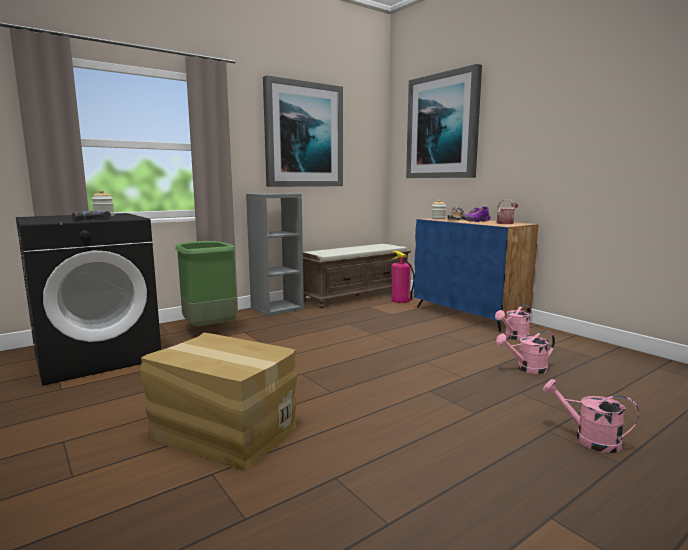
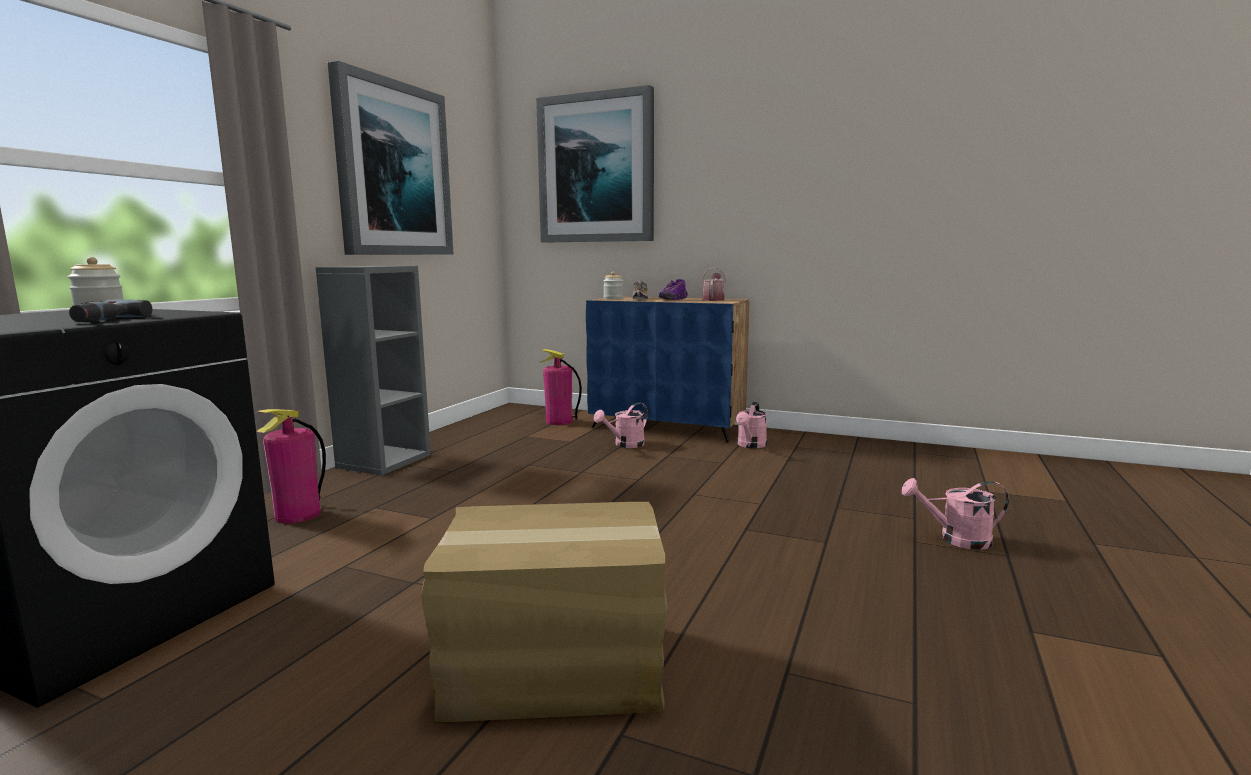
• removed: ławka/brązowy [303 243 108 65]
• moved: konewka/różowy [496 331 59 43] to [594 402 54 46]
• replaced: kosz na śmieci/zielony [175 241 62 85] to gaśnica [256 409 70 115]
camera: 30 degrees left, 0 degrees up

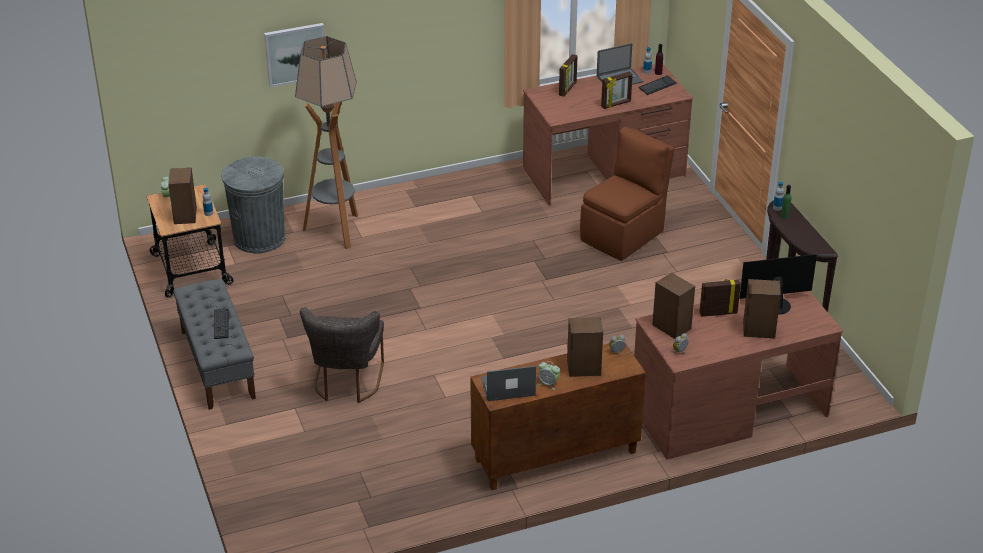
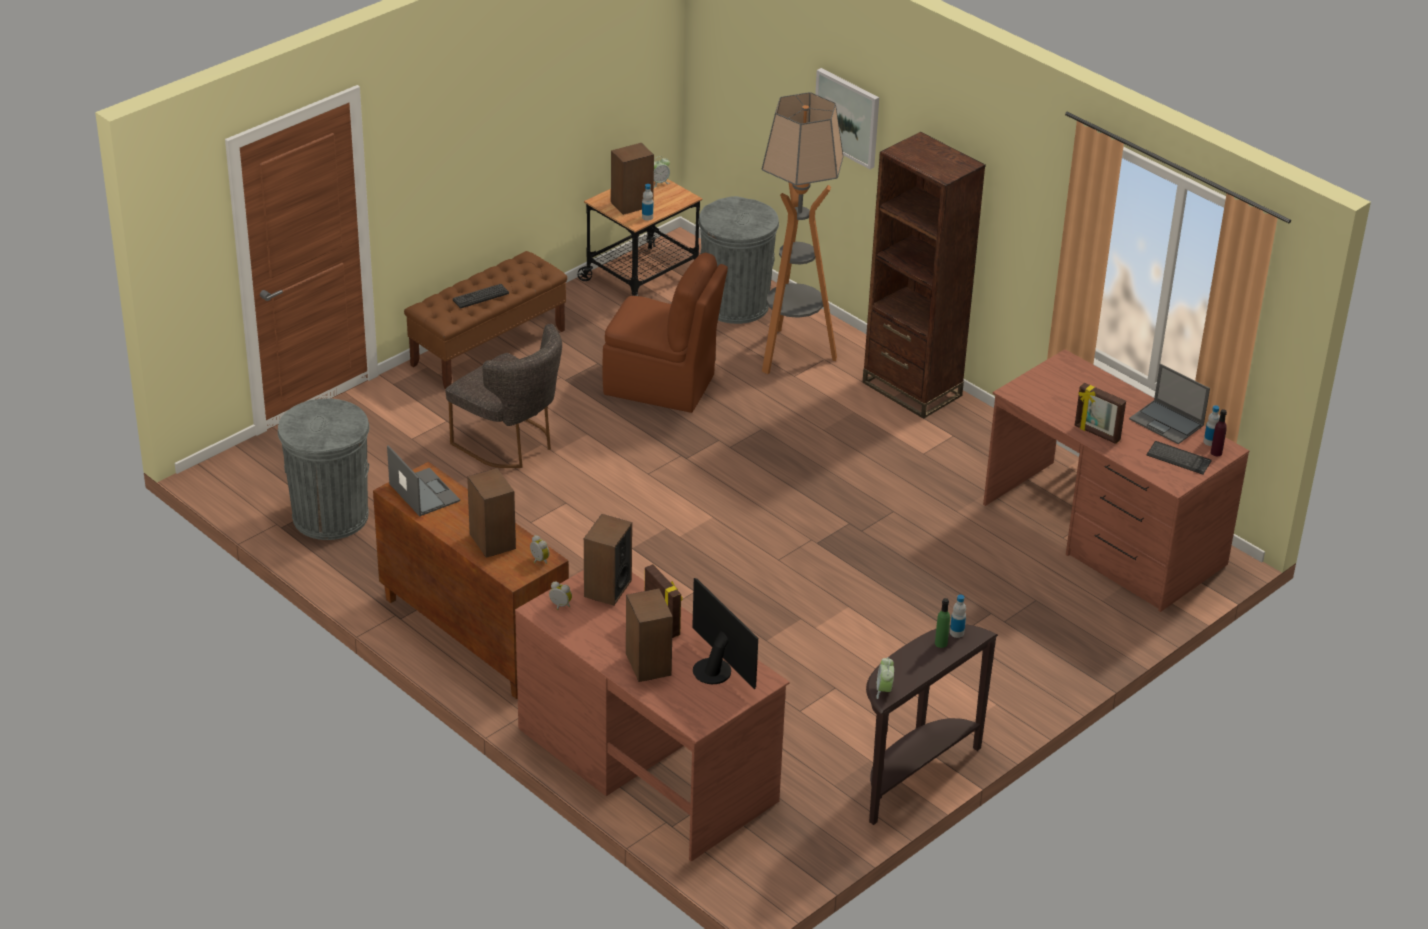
• removed: ramka na zdjęcie [559 54 18 43]
• added: kosz na śmieci/szary [278 398 91 142]
• added: regał/brązowy [862 132 124 287]
• moved: budzik [538 361 22 29] to [876 657 18 42]
• moved: krzesło/brązowy [580 127 94 134] to [602 253 126 160]
• recoloured: ławka/szary [173 279 83 131] to ławka/brązowy [404 251 164 138]
• turned: krzesło/szary [300 307 84 96] = [445 324 117 144] 120 degrees counterclockwise
camera: 65 degrees right, 0 degrees up

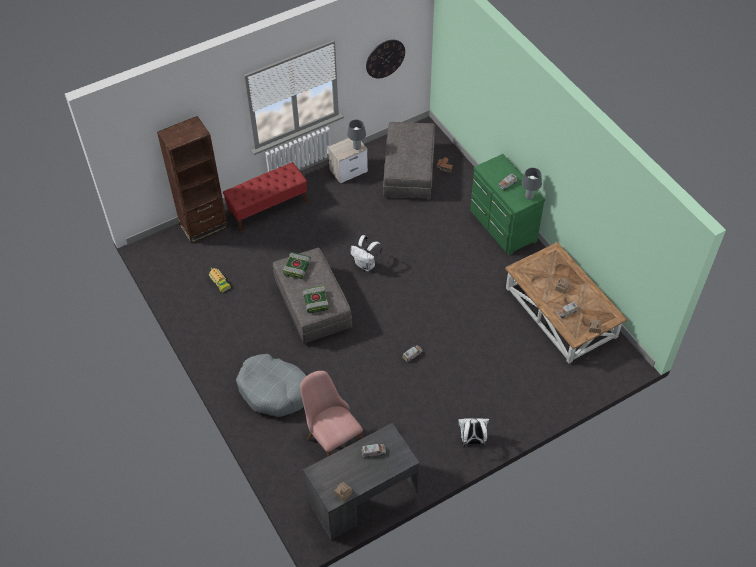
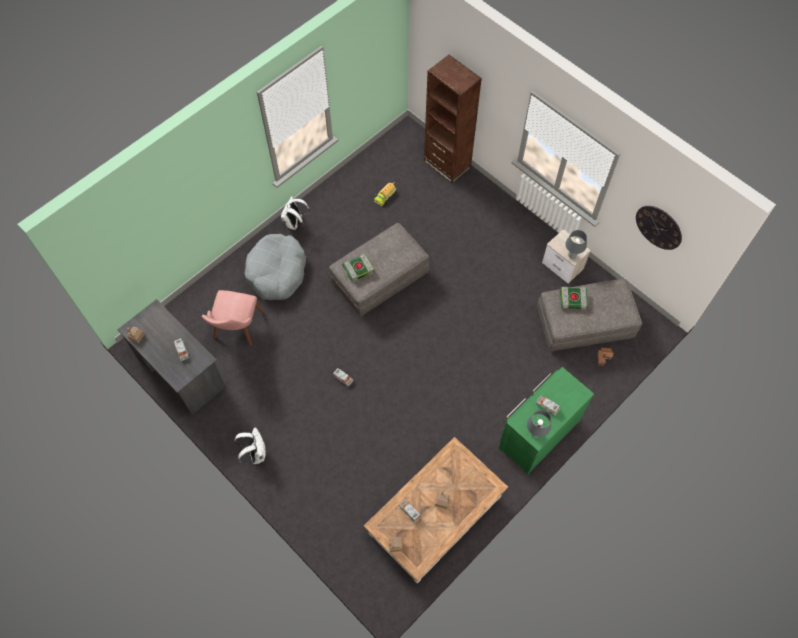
• removed: ławka/czerwony [223 162 84 70]
• moved: książka [283 252 28 27] to [560 287 28 22]
• moved: plecak/biały [350 235 32 36] to [281 196 29 34]
• turned: krzesło/różowy [300 371 63 86] = [201 290 63 56] 150 degrees clockwise
camera: 75 degrees right, 10 degrees up

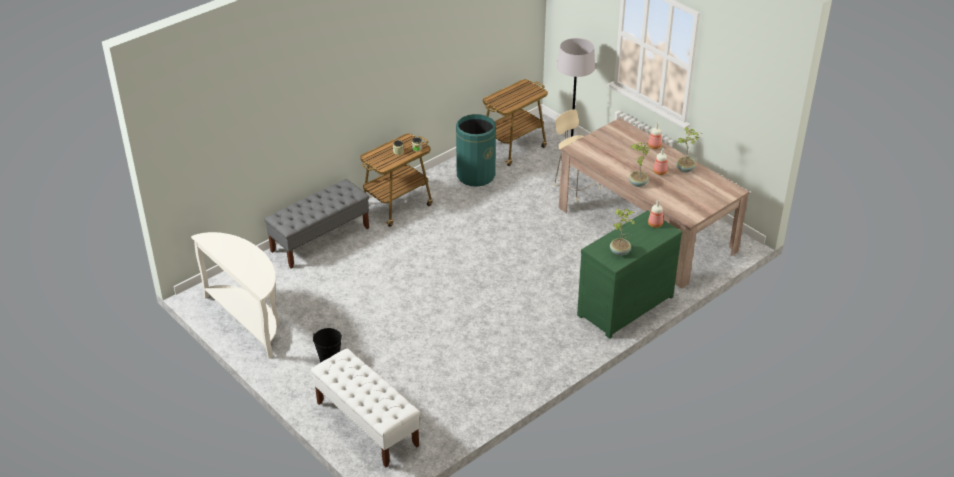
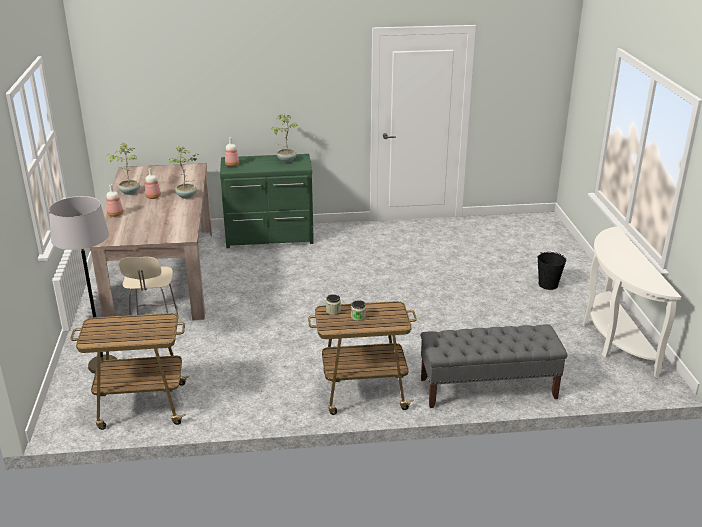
• removed: ławka/biały [311 348 109 119]
• removed: kosz na śmieci/zielony [456 114 40 73]
camera: 145 degrees left, 10 degrees down

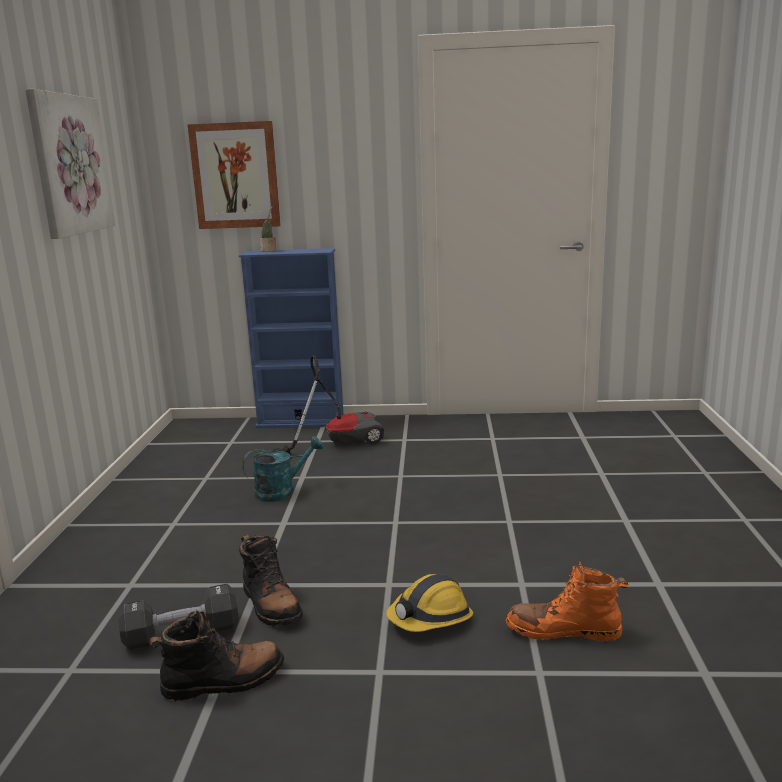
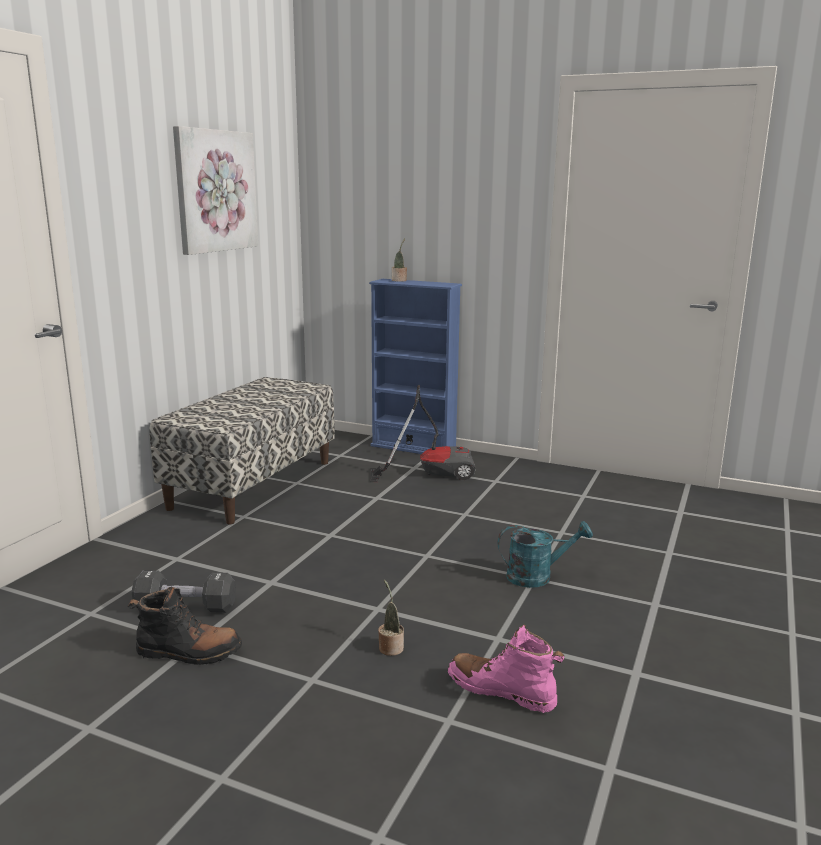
• removed: obraz [187 121 94 108]
• removed: but z cholewką/czarny [239 534 64 92]
• added: ławka [149 377 186 147]
• moved: konewka/turkusowy [242 436 81 66] to [498 521 95 67]
• replaced: kask [386 574 87 58] to roślina doniczkowa [378 580 26 76]
• recoloured: but z cholewką/pomarańczowy [505 561 124 80] to but z cholewką/różowy [448 625 117 88]
camera: 20 degrees right, 0 degrees up

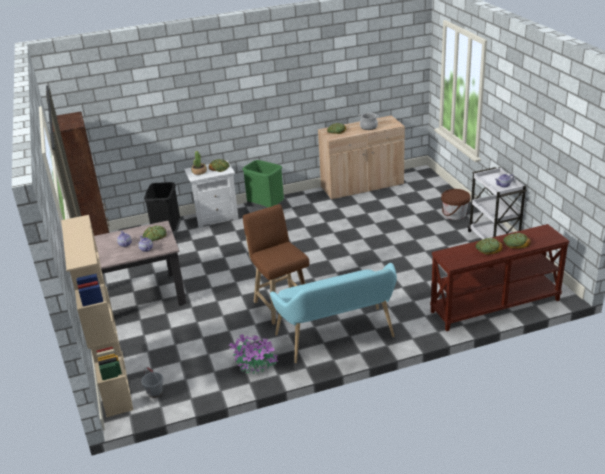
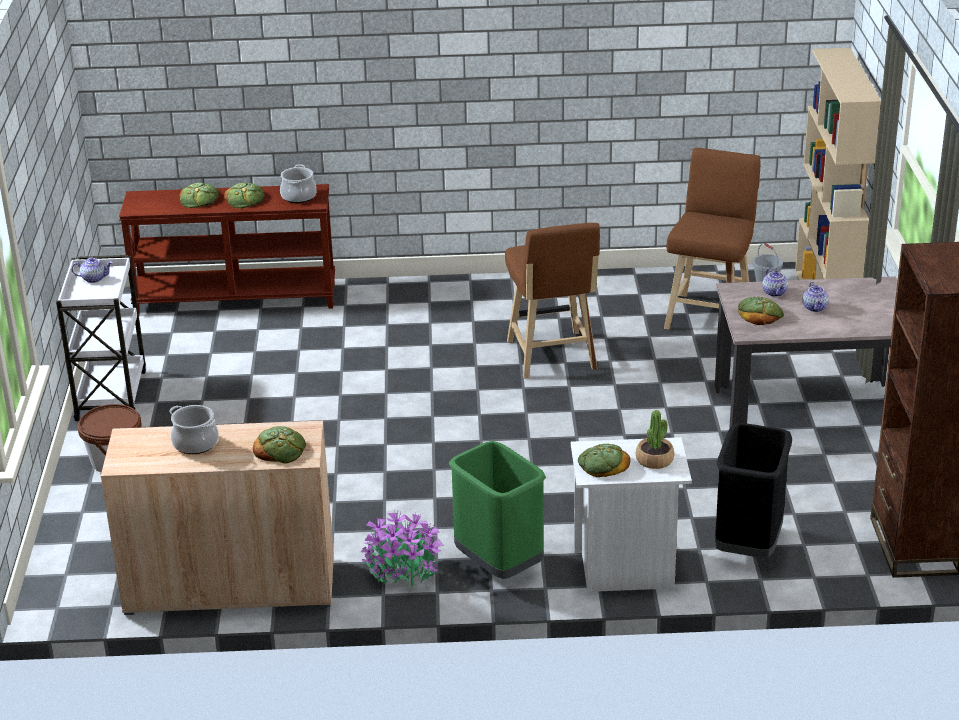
• removed: ławka/turkusowy [270 263 127 100]
• added: garnek [280 165 37 38]
• added: stołek/brązowy [664 148 96 192]
• moved: roślina doniczkowa [229 334 49 40] to [361 510 83 77]
camera: 165 degrees left, 0 degrees up

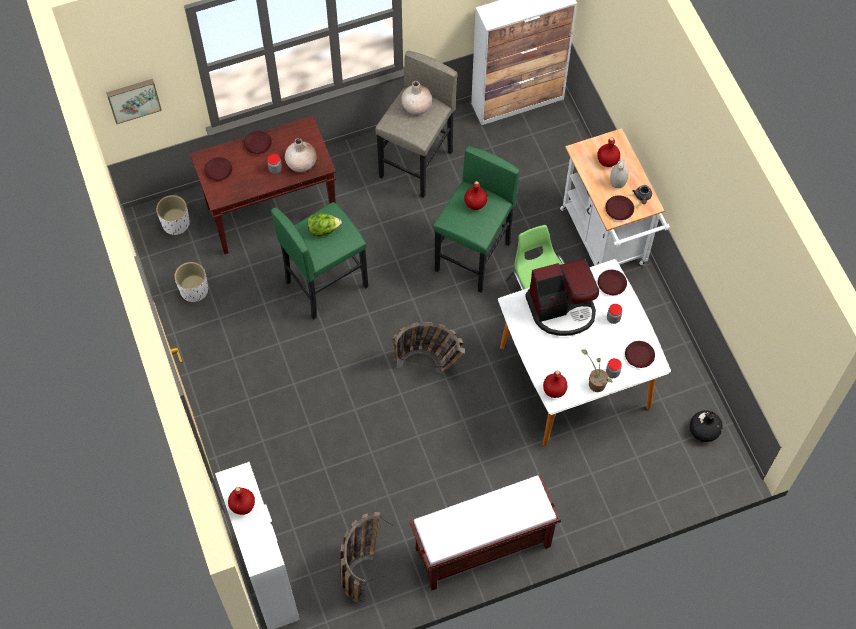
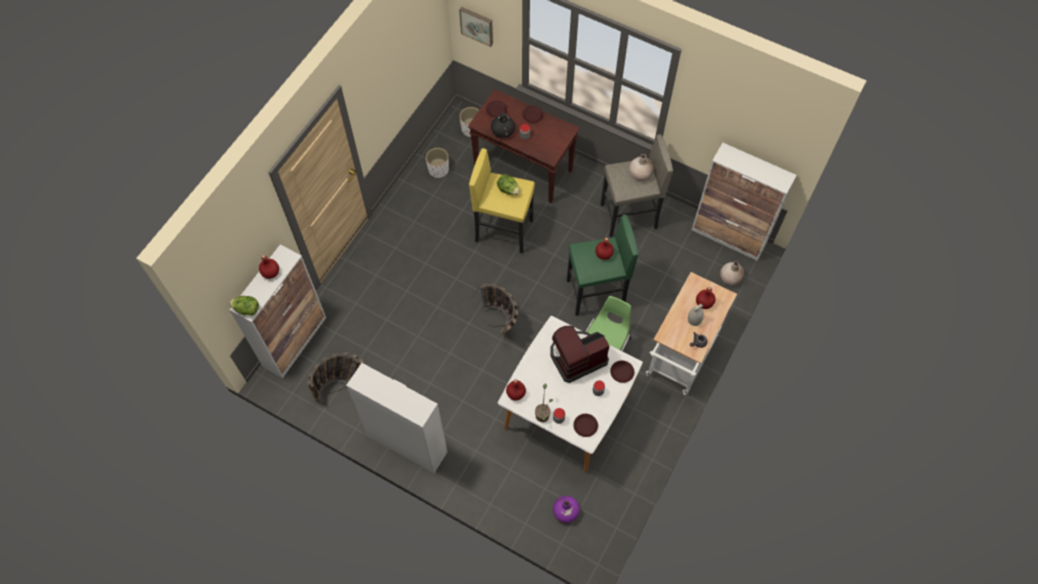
• removed: talerz/brązowy [605 195 29 25]
• added: sałata [229 296 30 20]
• added: wazon/fioletowy [553 496 27 27]
• moved: wazon/beżowy [285 138 31 34] to [720 261 25 25]
• moved: wazon/czarny [690 410 33 32] to [491 112 24 26]
• replaced: ławka/brązowy [409 474 152 117] to szafka [346 363 101 110]
• recoloured: stołek/zielony [271 202 97 118] to stołek/żółty [469 148 66 105]
• turned: ekspres do kawy [525 258 74 78] = [550 326 59 57] 120 degrees clockwise
camera: 50 degrees right, 0 degrees up

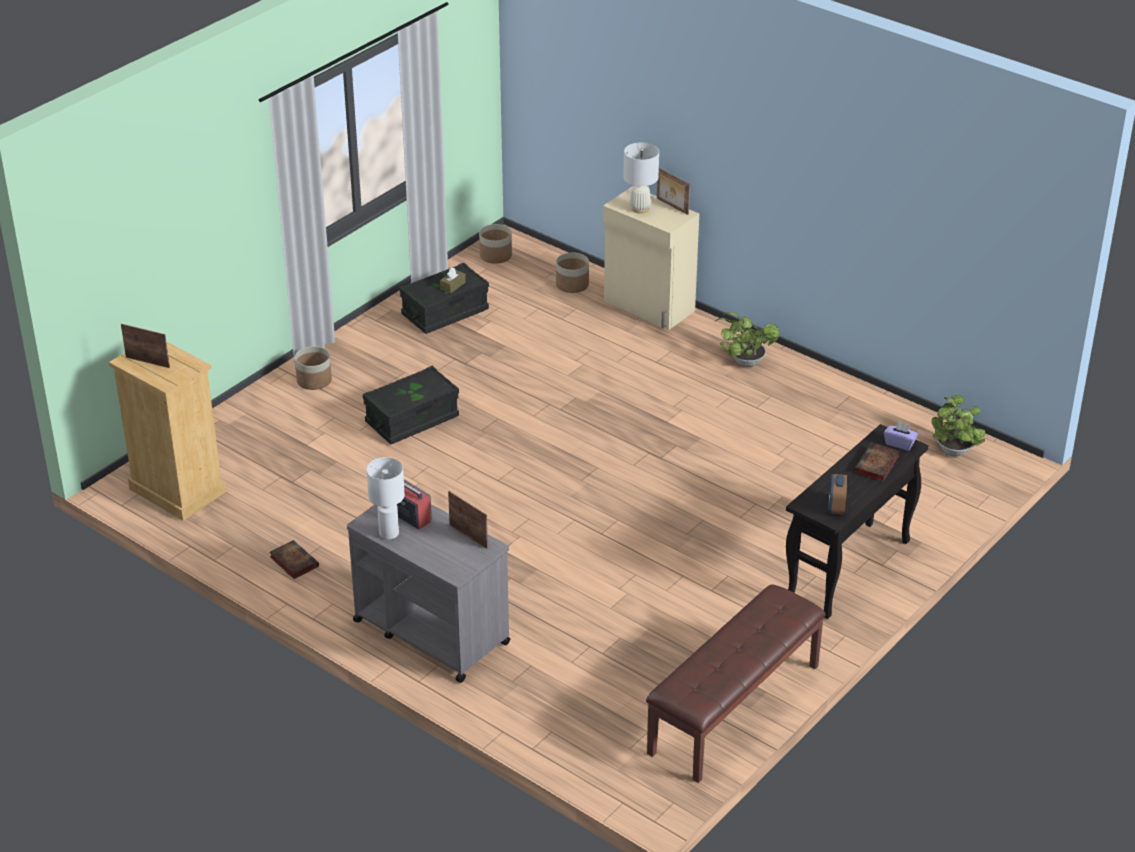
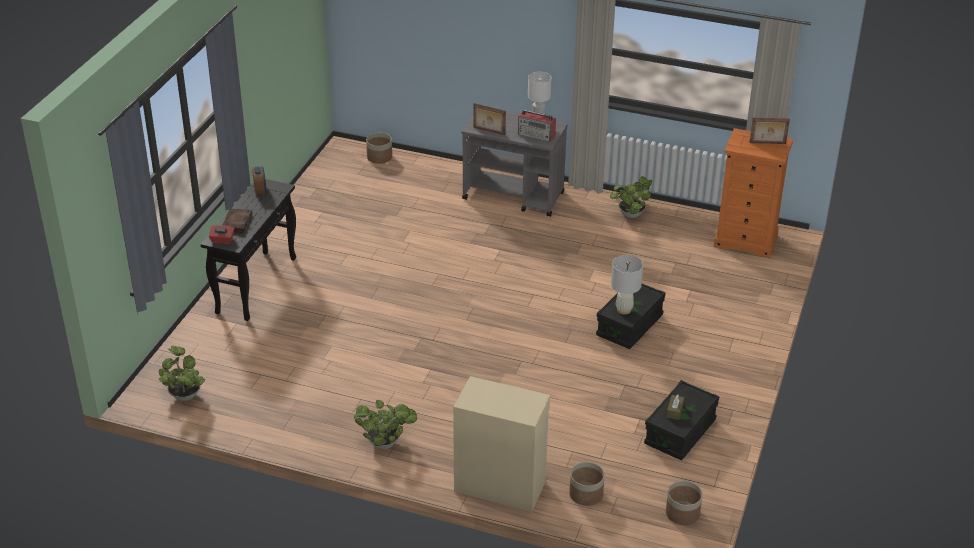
• removed: ławka/brązowy [646 584 180 199]
• removed: ramka na zdjęcie [657 168 33 47]
• moved: donica [295 346 37 44] to [366 133 26 31]
• moved: lampa stołowa/biały [623 143 36 71] to [611 255 32 59]
• replaced: książka [269 540 50 39] to roślina doniczkowa [610 176 42 42]
• recoloured: komoda/beżowy [109 341 117 180] to komoda/pomarańczowy [714 128 79 130]
• recoloured: pudełko chusteczek/fioletowy [884 421 34 30] to pudełko chusteczek/czerwony [209 225 25 19]
camera: 160 degrees right, 0 degrees up

